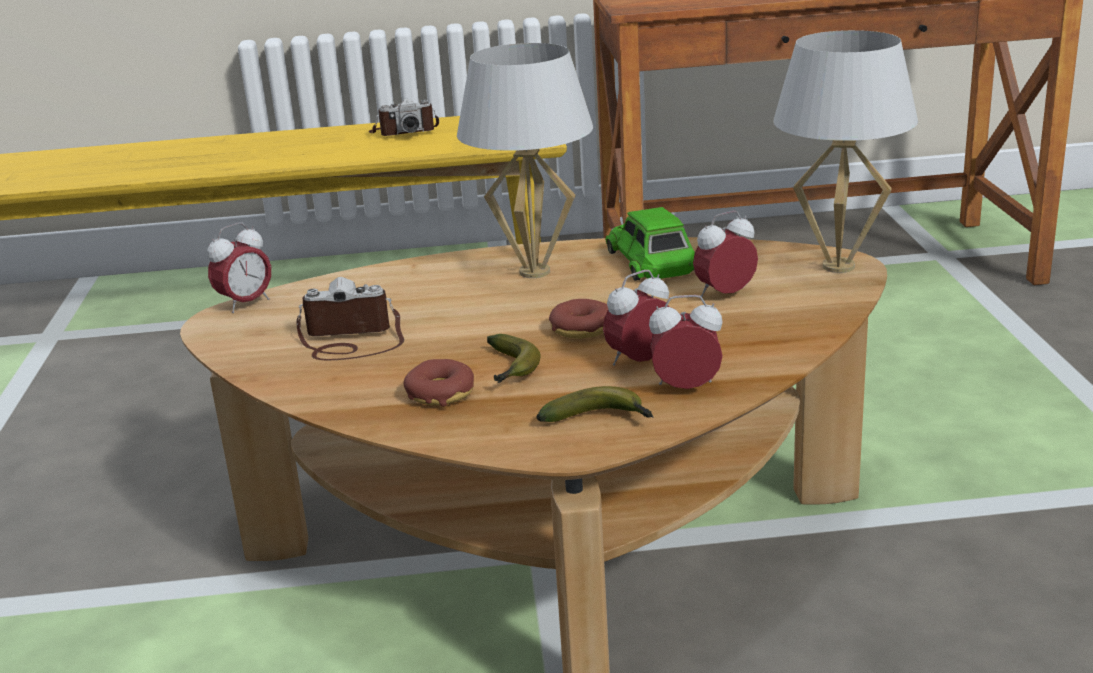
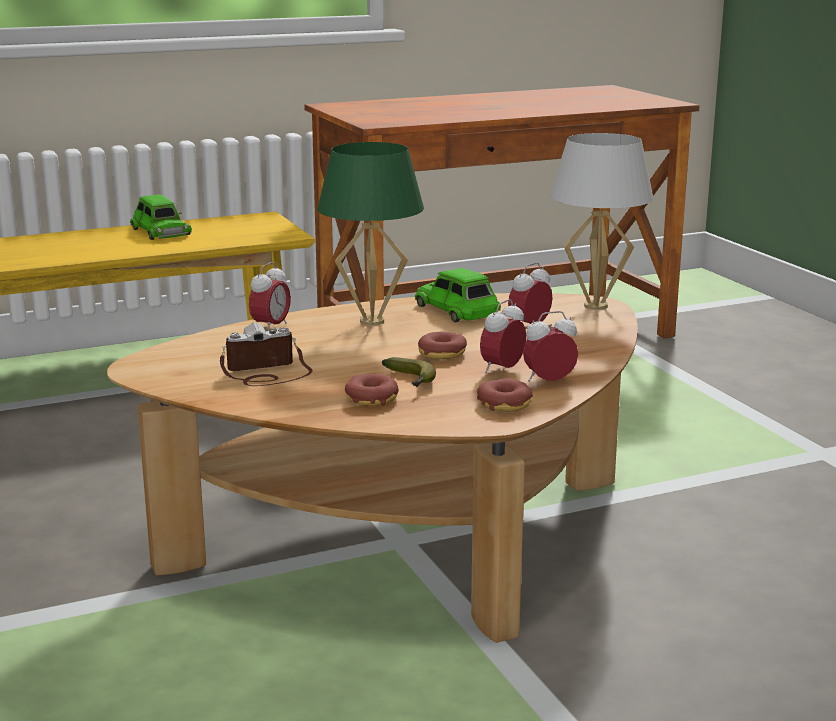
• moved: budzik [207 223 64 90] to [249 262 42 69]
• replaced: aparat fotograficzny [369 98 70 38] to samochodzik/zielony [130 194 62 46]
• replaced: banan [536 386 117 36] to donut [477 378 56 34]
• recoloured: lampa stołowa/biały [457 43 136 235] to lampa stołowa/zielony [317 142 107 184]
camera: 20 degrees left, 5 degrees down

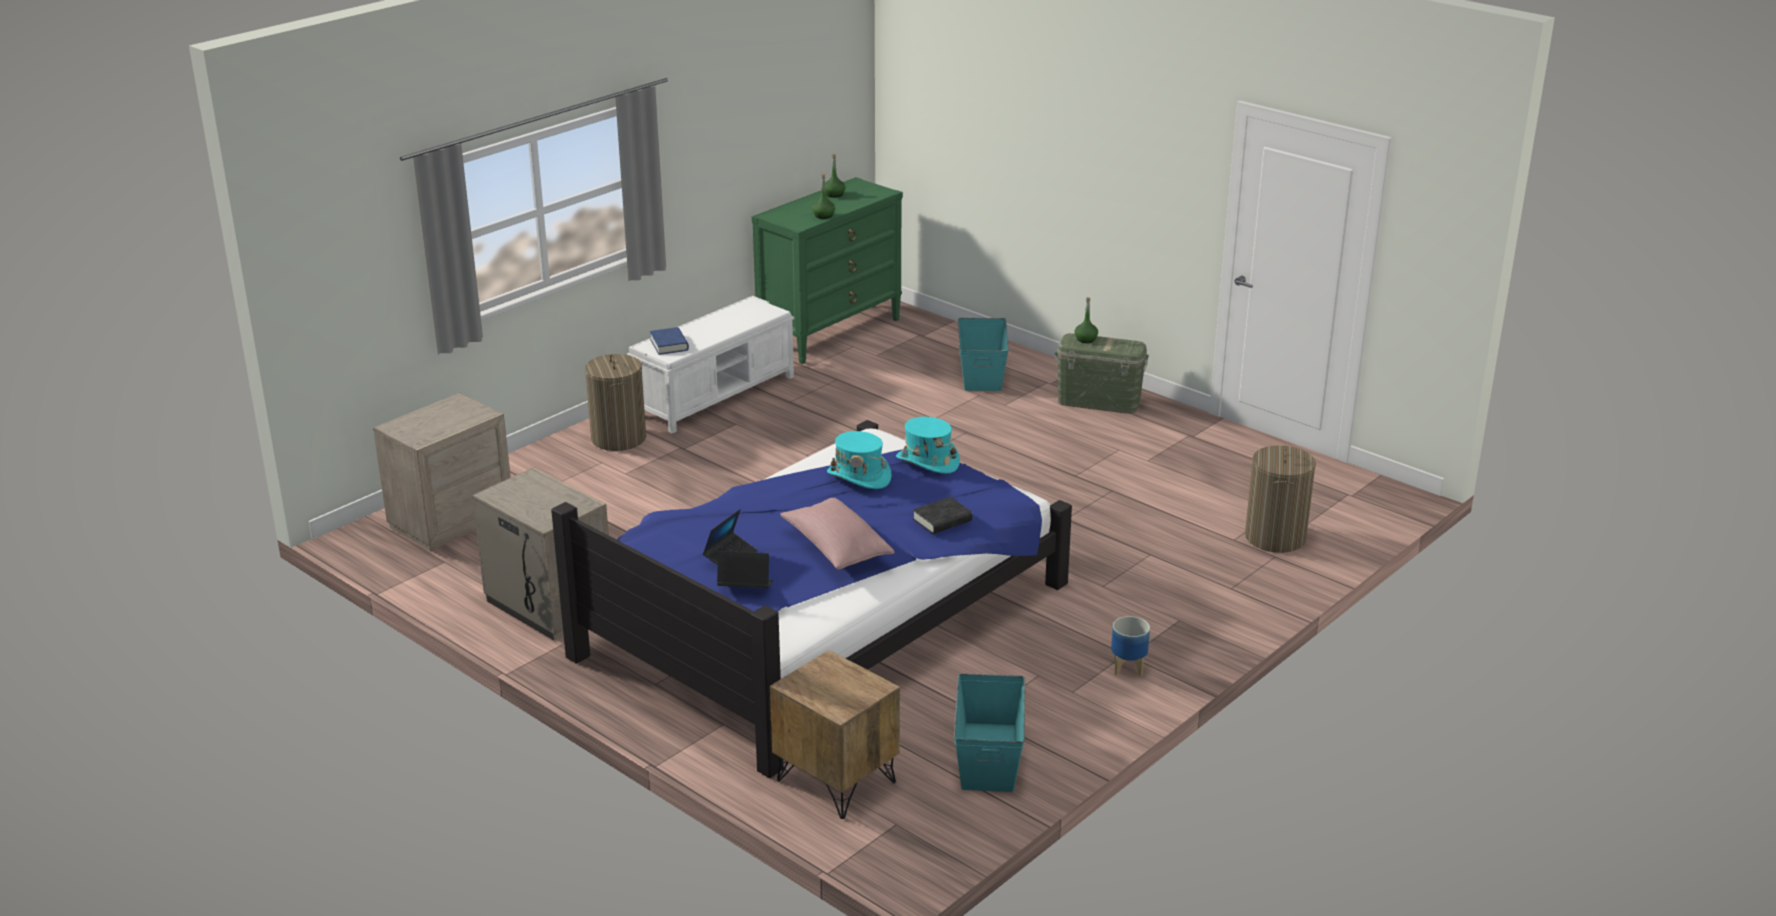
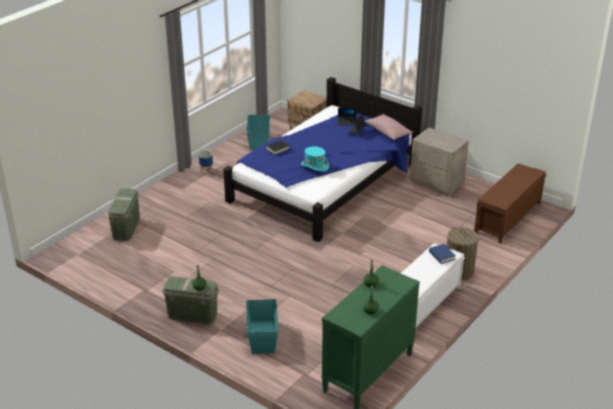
• removed: kapelusz/turkusowy [896 417 64 57]
• moved: poduszka/różowy [780 498 115 72] to [365 114 48 26]
• replaced: szafka nocna/beżowy [373 393 138 158] to ławka/brązowy [474 164 72 80]
• replaced: kosz na pranie [1245 445 71 108] to pojemnik do przechowywania/zielony [108 188 32 53]
camera: 175 degrees right, 5 degrees up

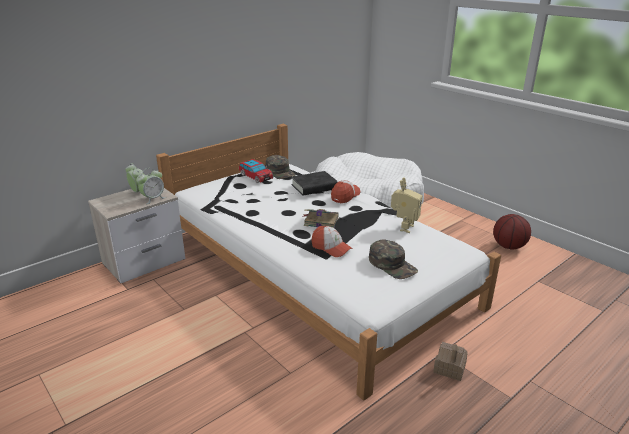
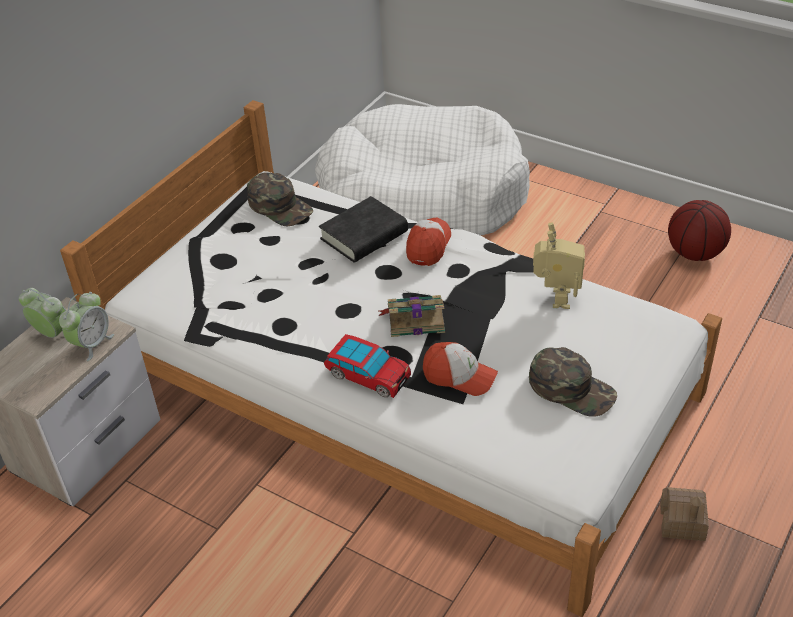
• moved: samochodzik [239 159 34 24] to [324 334 87 64]
camera: 15 degrees left, 15 degrees up

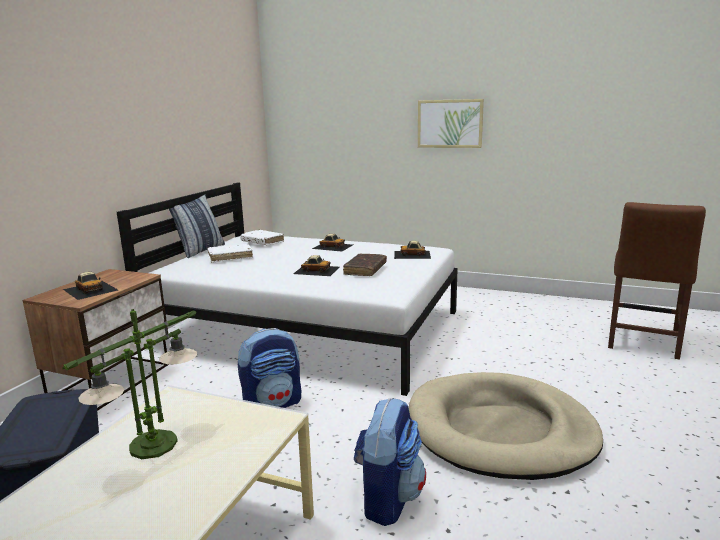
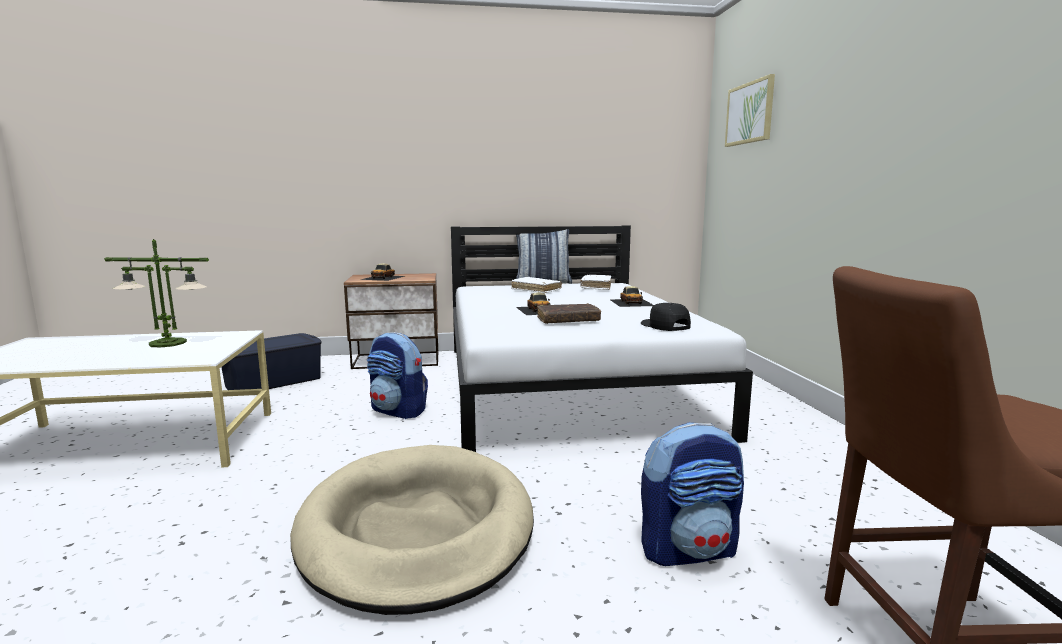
• moved: plecak [354 398 72 128] to [641 422 103 144]
• moved: obraz [418 99 66 49] to [725 74 50 73]
• replaced: samochodzik [394 241 37 18] to czapka z daszkiem/czarny [641 303 50 28]
camera: 60 degrees right, 5 degrees down

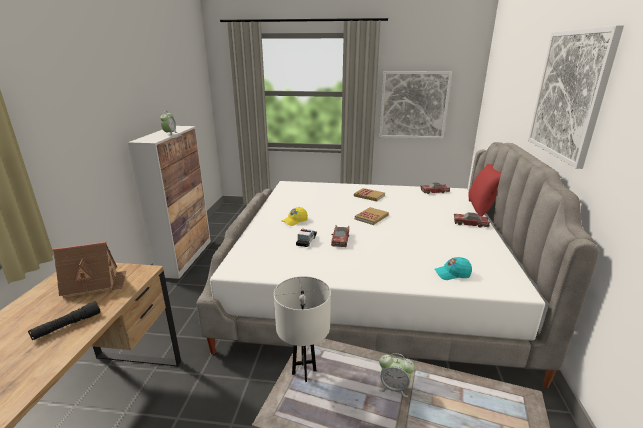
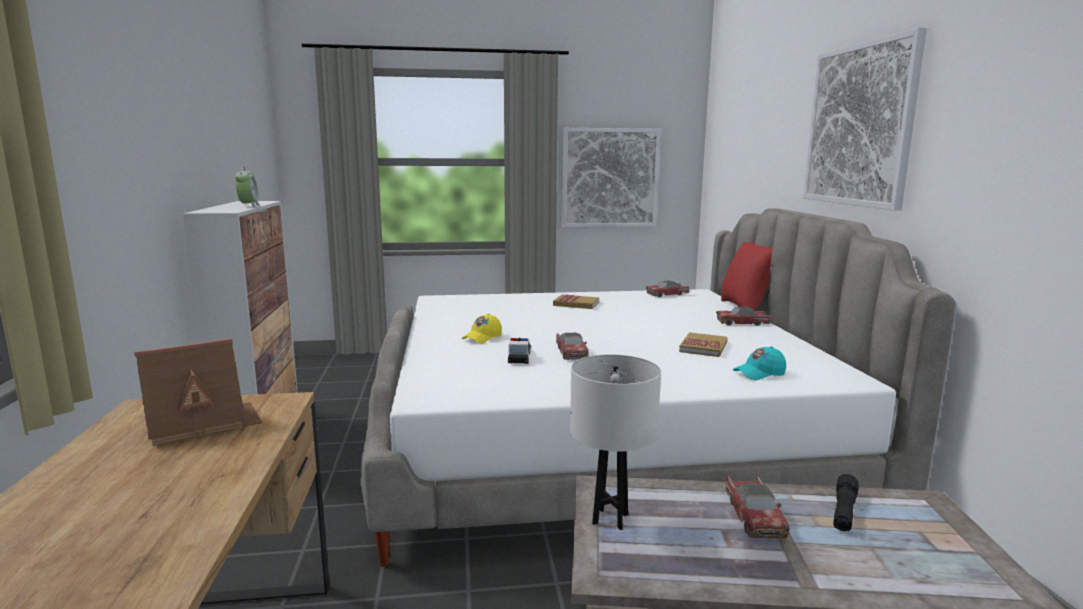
• moved: latarka/czarny [28 301 73 39] to [833 474 26 58]
• moved: książka [355 207 34 18] to [679 332 49 25]
• replaced: budzik [379 353 36 44] to samochodzik [725 477 65 61]
camera: 15 degrees left, 10 degrees down

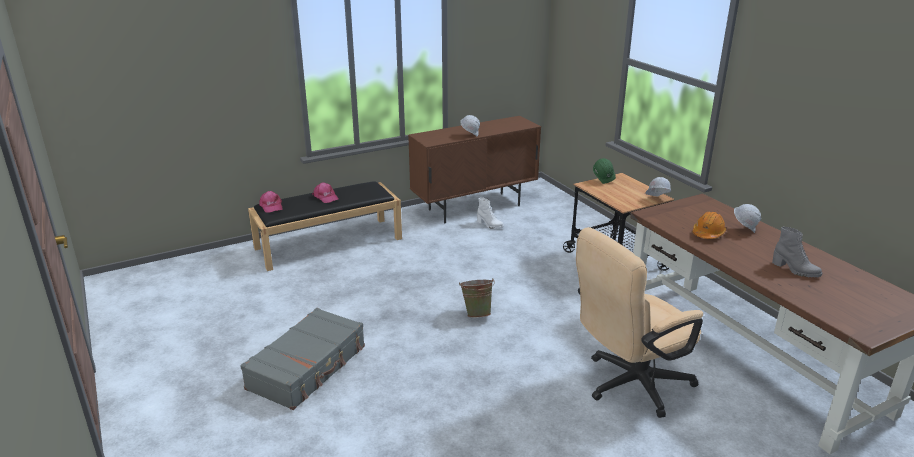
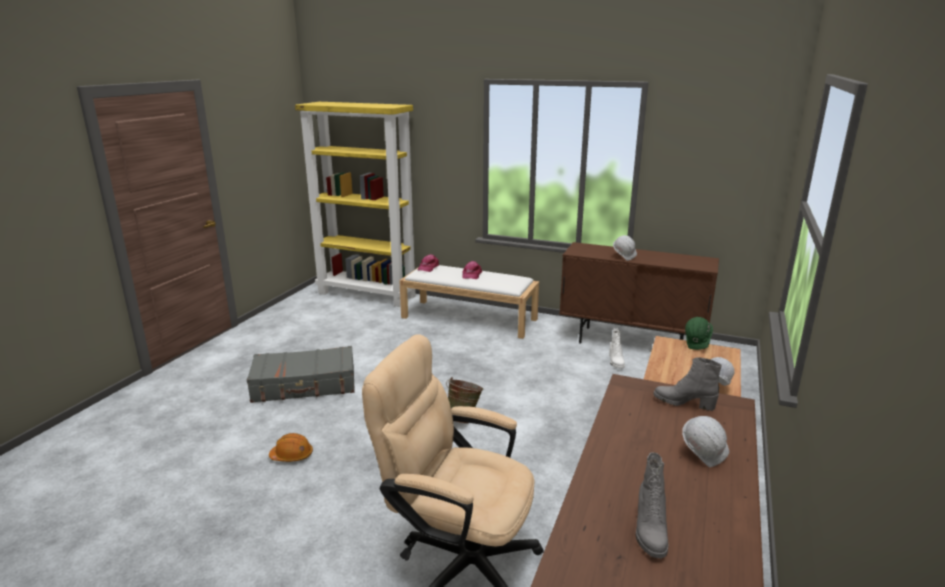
• added: regał/żółty [295 102 121 205]
• added: but z cholewką/szary [653 357 69 54]
• moved: kask/pomarańczowy [693 211 33 28] to [269 433 44 29]
• recoloured: ławka/czarny [248 181 154 90] to ławka/biały [399 265 140 74]
camera: 50 degrees right, 5 degrees down

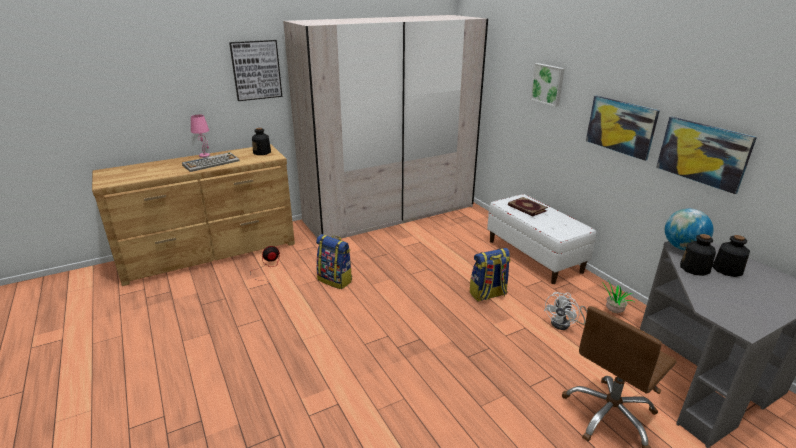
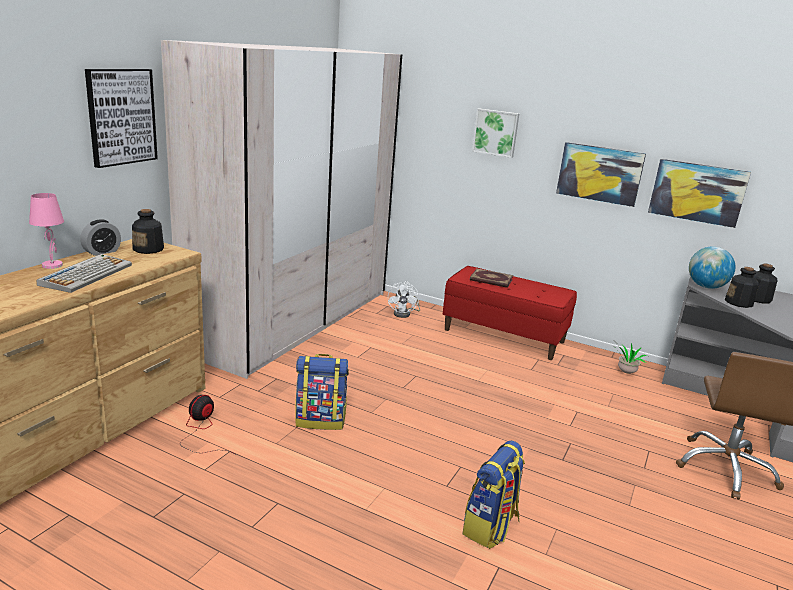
• added: budzik [80 219 41 37]
• moved: plecak [470 248 41 54] to [462 441 63 108]
• moved: wentylator/biały [544 292 43 38] to [388 281 32 37]
• recoloured: ławka/biały [487 194 109 90] to ławka/czerwony [443 266 134 94]
camera: 35 degrees left, 5 degrees down

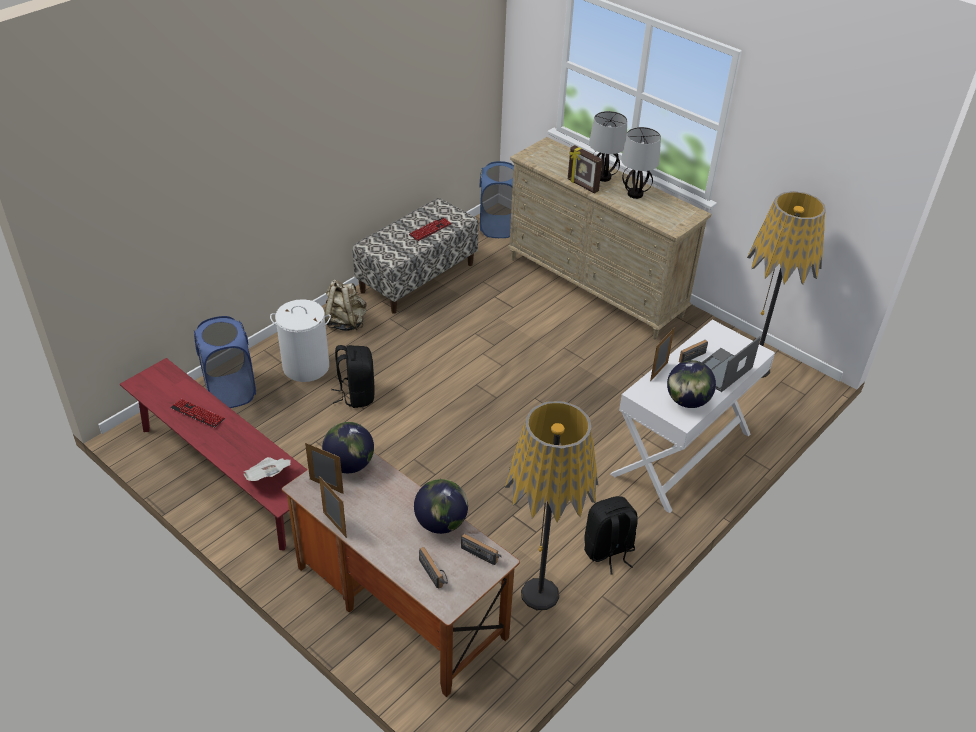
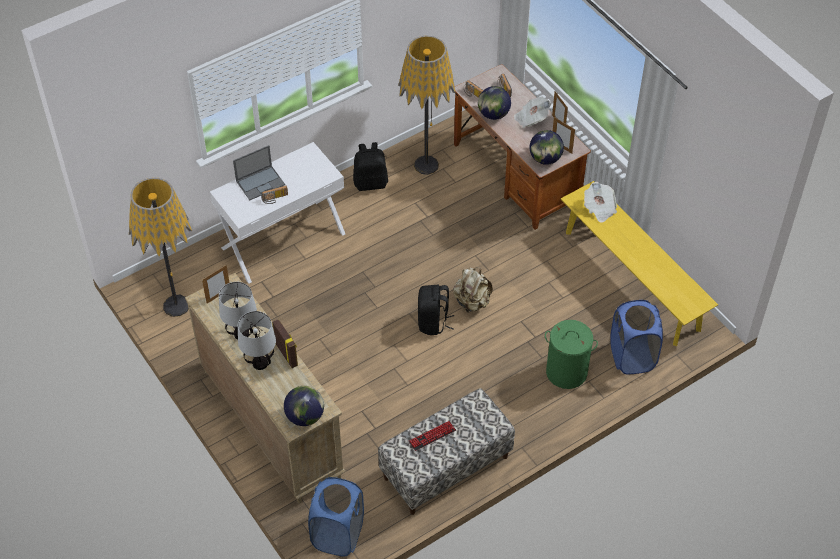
• removed: klawiatura [170 399 55 29]
• added: gazeta [514 97 37 31]
• moved: plecak/beżowy [325 279 42 52] to [453 267 40 46]
• moved: plecak/czarny [331 345 44 63] to [418 284 36 51]
• moved: ramka na zdjęcie [650 327 25 55] to [202 265 27 39]
• moved: globus [667 360 49 48] to [284 386 40 40]
• recoloured: ławka/czerwony [120 358 187 192] to ławka/żółty [561 181 157 165]
• recoloured: kosz na pranie/biały [270 299 61 83] to kosz na pranie/zielony [545 320 53 69]
camera: 165 degrees left, 10 degrees up

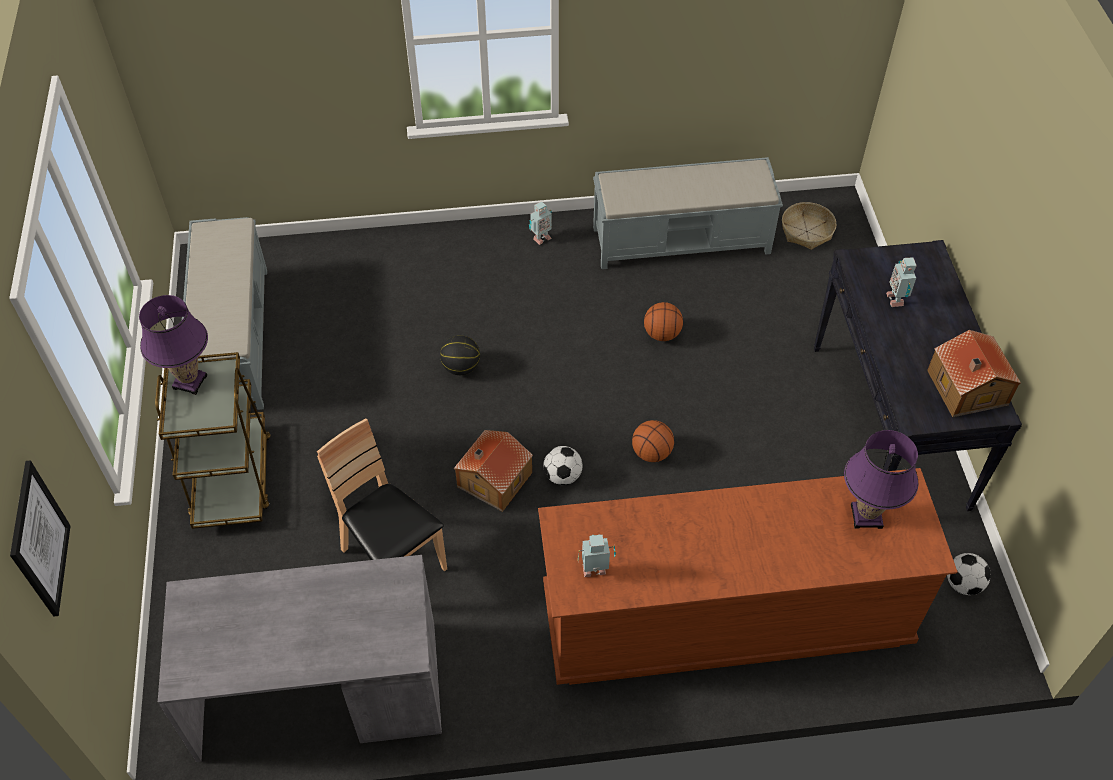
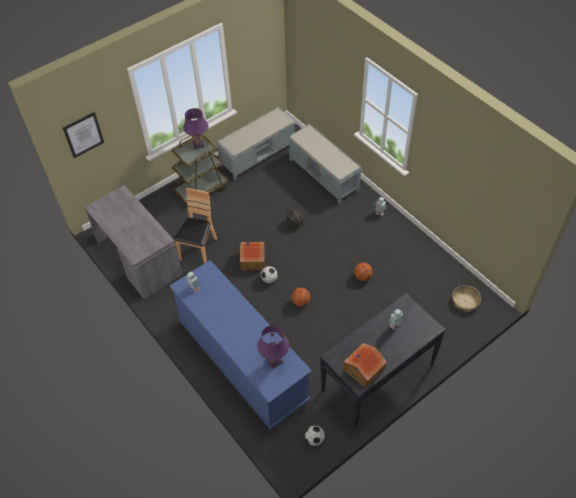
• moved: ławka/szary [593 157 190 112] to [288 124 74 80]
• recoloured: komoda/brązowy [538 468 420 217] to komoda/niebieski [170 260 142 170]
camera: 60 degrees right, 0 degrees up

